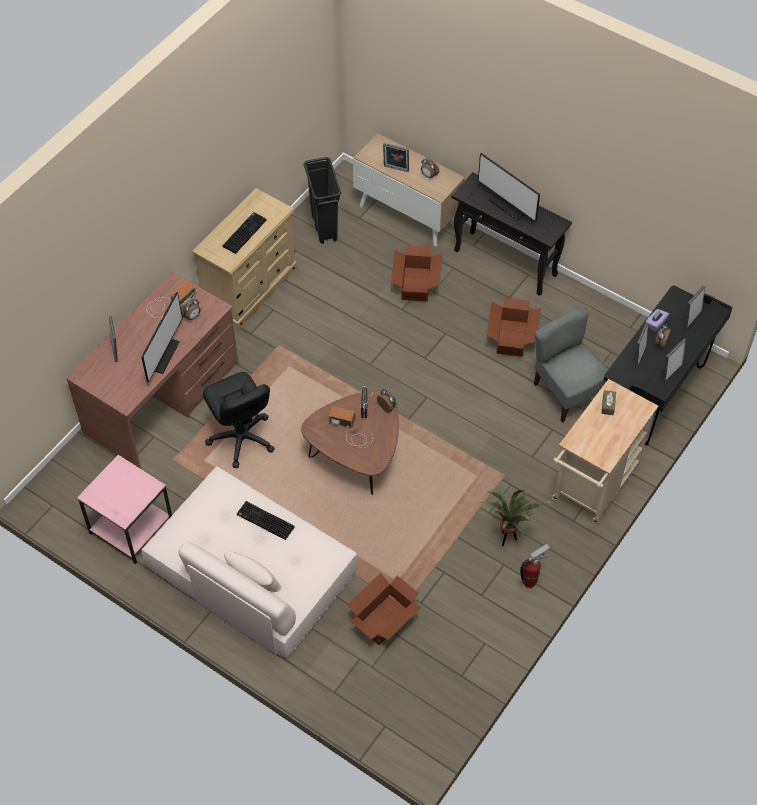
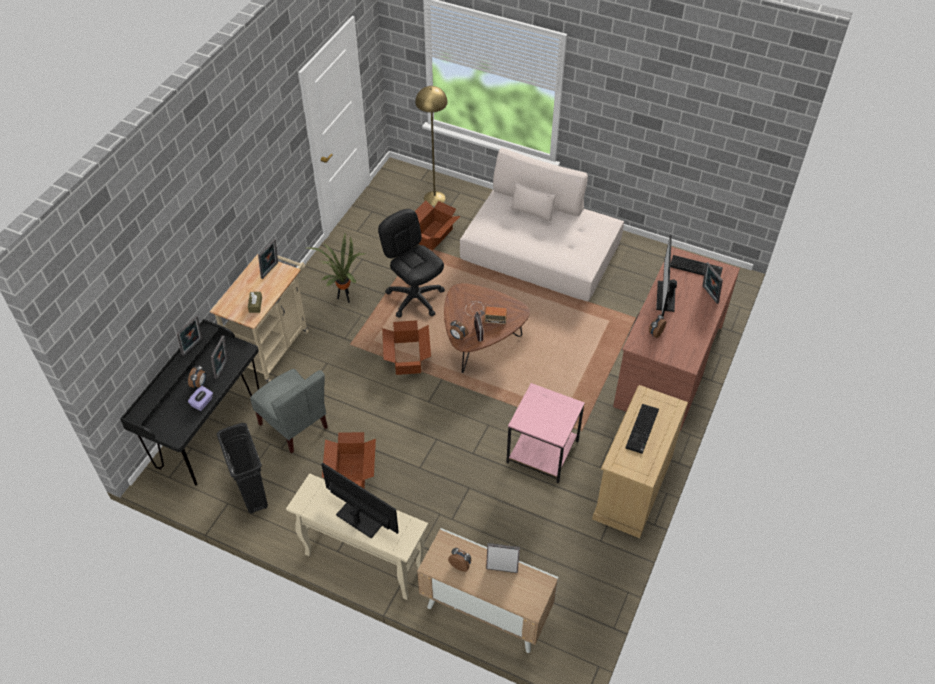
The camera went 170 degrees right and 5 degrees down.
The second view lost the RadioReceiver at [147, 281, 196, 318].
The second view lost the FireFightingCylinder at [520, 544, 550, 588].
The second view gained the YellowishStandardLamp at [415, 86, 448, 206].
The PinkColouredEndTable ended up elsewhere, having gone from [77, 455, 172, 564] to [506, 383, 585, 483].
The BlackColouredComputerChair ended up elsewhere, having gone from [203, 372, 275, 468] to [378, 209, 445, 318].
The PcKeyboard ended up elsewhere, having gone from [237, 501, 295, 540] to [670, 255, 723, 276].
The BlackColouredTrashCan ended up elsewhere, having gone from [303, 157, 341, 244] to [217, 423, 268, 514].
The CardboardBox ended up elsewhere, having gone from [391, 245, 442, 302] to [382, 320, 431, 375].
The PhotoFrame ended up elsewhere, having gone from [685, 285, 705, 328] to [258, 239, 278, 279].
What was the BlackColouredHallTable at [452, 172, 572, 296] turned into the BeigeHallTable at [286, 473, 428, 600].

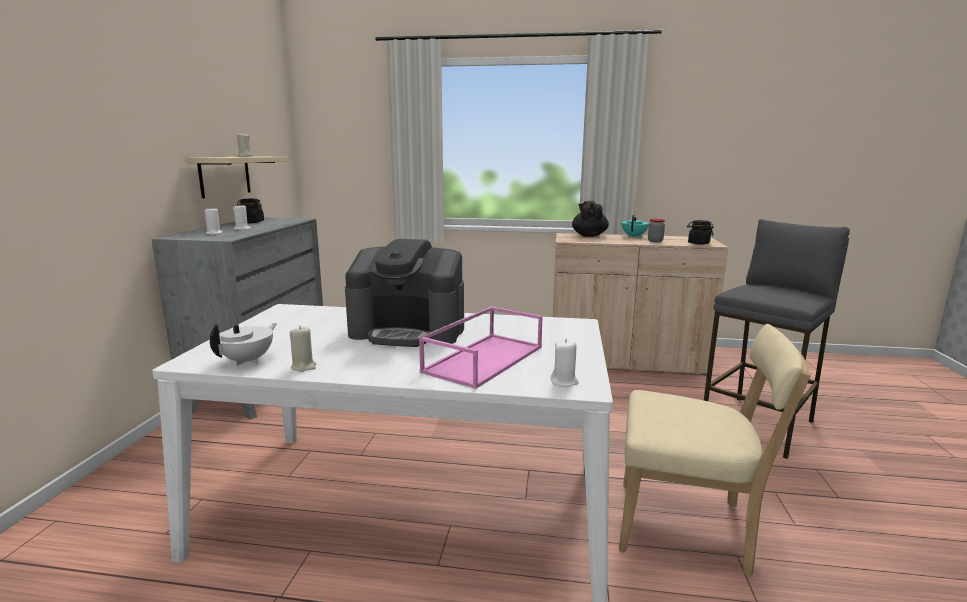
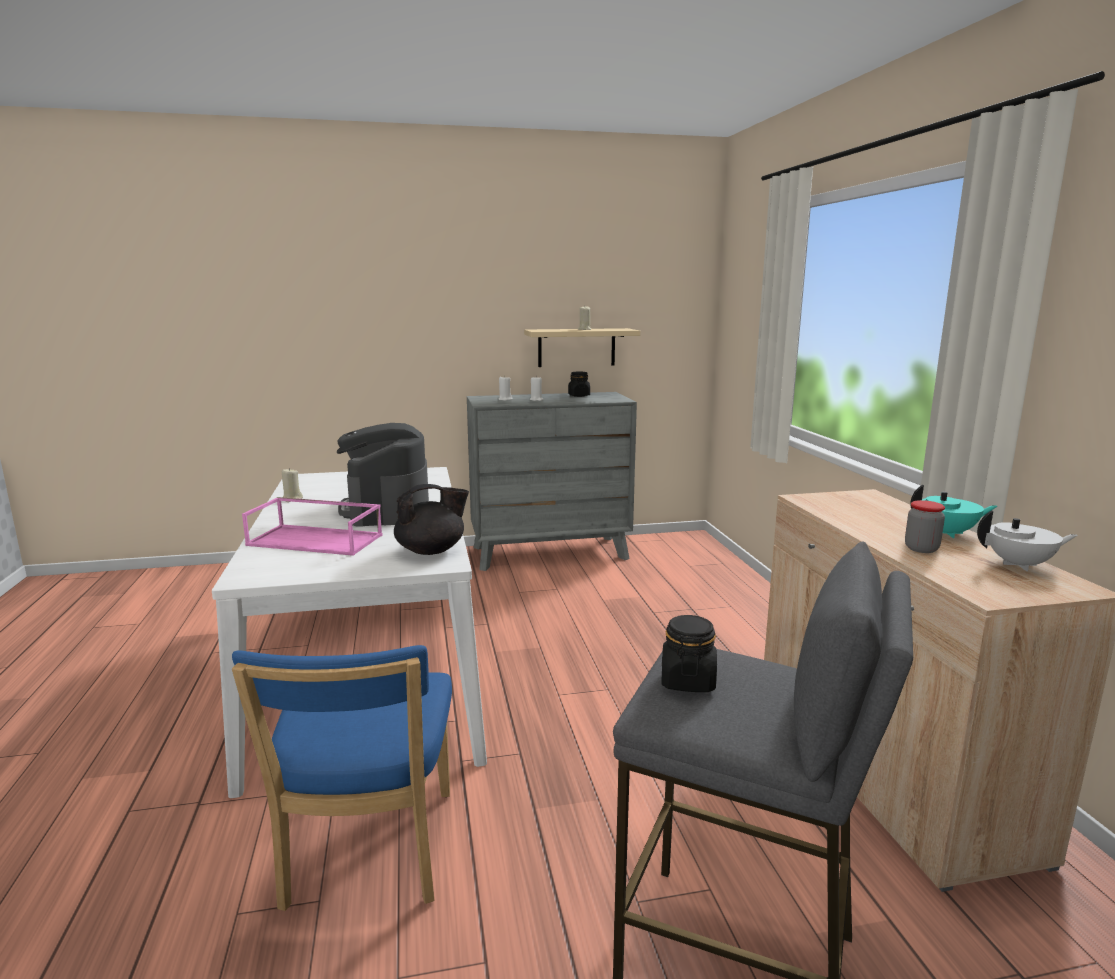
The camera went 70 degrees right and 0 degrees up.
The second view lost the WhiteColouredCandle at [551, 339, 579, 387].
The WhiteColouredTeaPot ended up elsewhere, having gone from [210, 323, 277, 366] to [977, 510, 1078, 571].
The BlackColouredTeaPot ended up elsewhere, having gone from [572, 201, 609, 237] to [394, 484, 469, 555].
The BlackColouredPreserveJar ended up elsewhere, having gone from [687, 220, 714, 245] to [661, 615, 717, 692].
What was the BeigeChair at [619, 324, 812, 576] turned into the BlueChair at [232, 645, 452, 911].

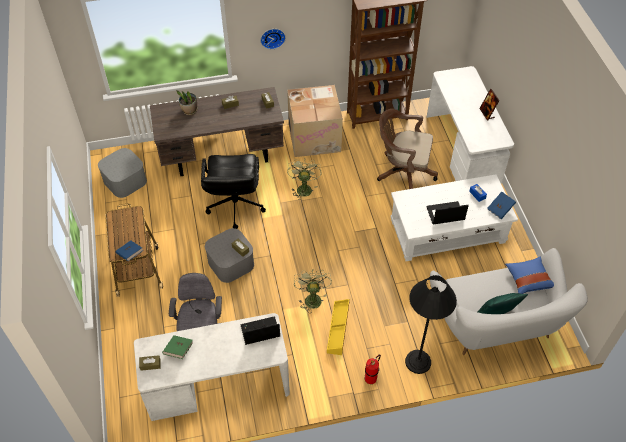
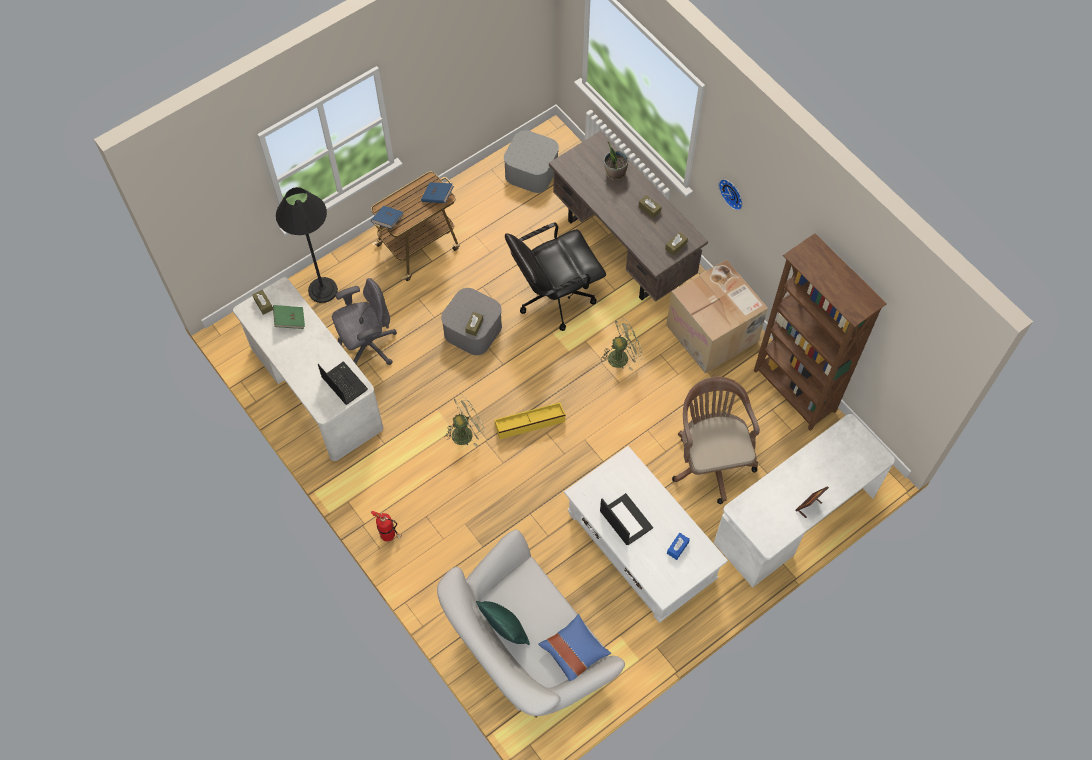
The camera went 65 degrees right and 10 degrees up.
The YellowishStorageBox ended up elsewhere, having gone from [327, 299, 350, 355] to [495, 402, 566, 439].
The BlackColouredStandardLamp ended up elsewhere, having gone from [405, 275, 457, 374] to [276, 187, 338, 303].
The BlueBook ended up elsewhere, having gone from [487, 192, 516, 219] to [421, 182, 454, 203].

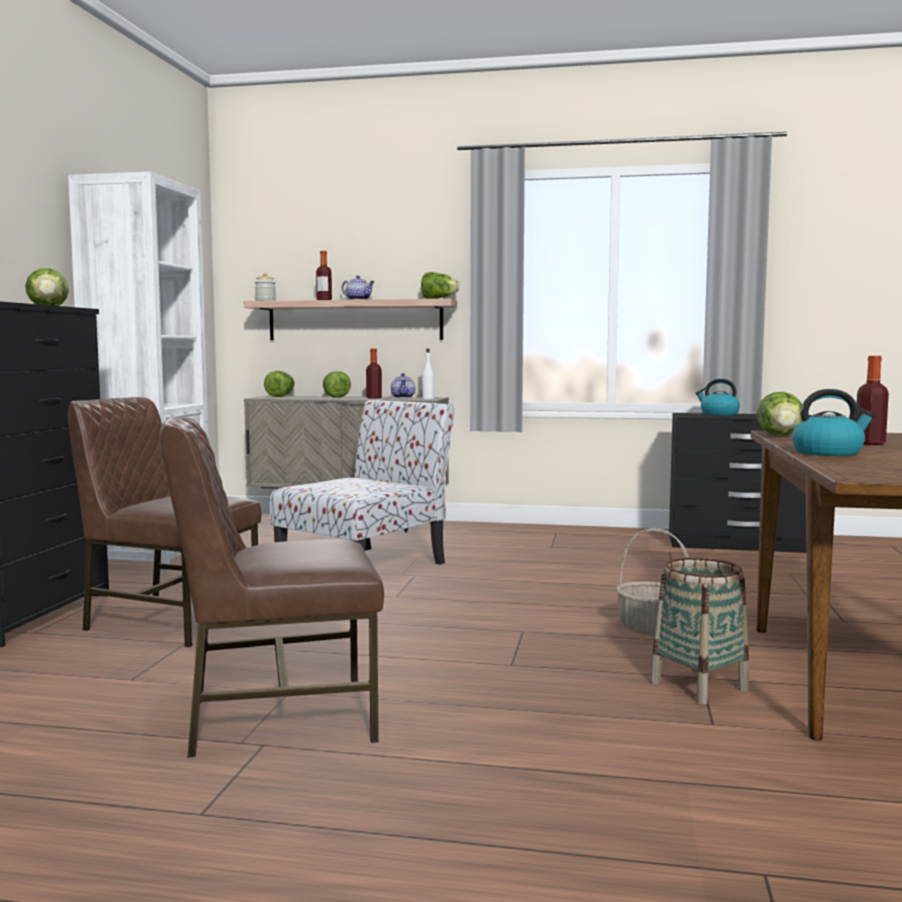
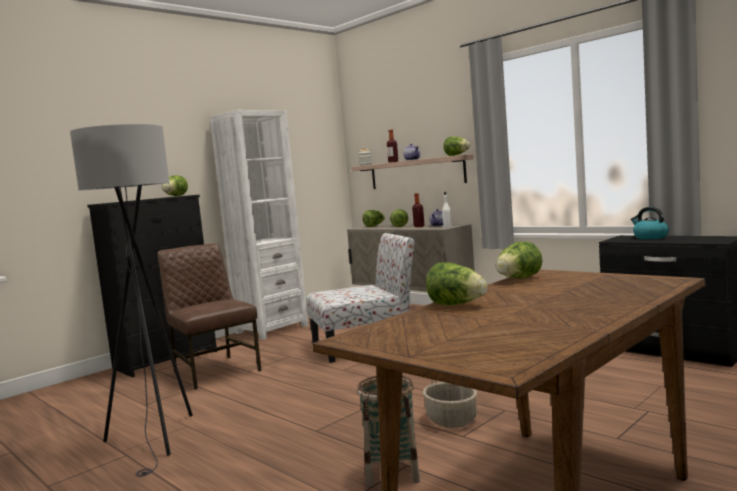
The camera went 35 degrees right and 0 degrees up.
The second view lost the DrinkBottle at [856, 356, 889, 445].
Where the BrownChair stood at [159, 416, 384, 758], the GreyishStandardLamp came to stand at [70, 124, 193, 476].
Where the TeaKettle stood at [792, 389, 875, 456], the HeadOfLettuce came to stand at [426, 262, 488, 306].

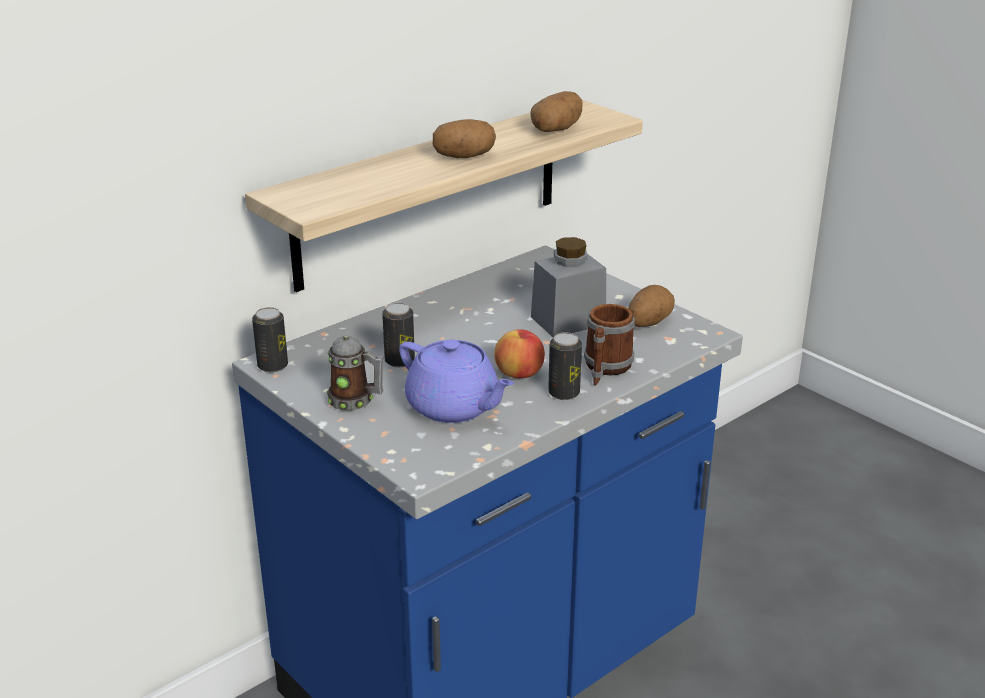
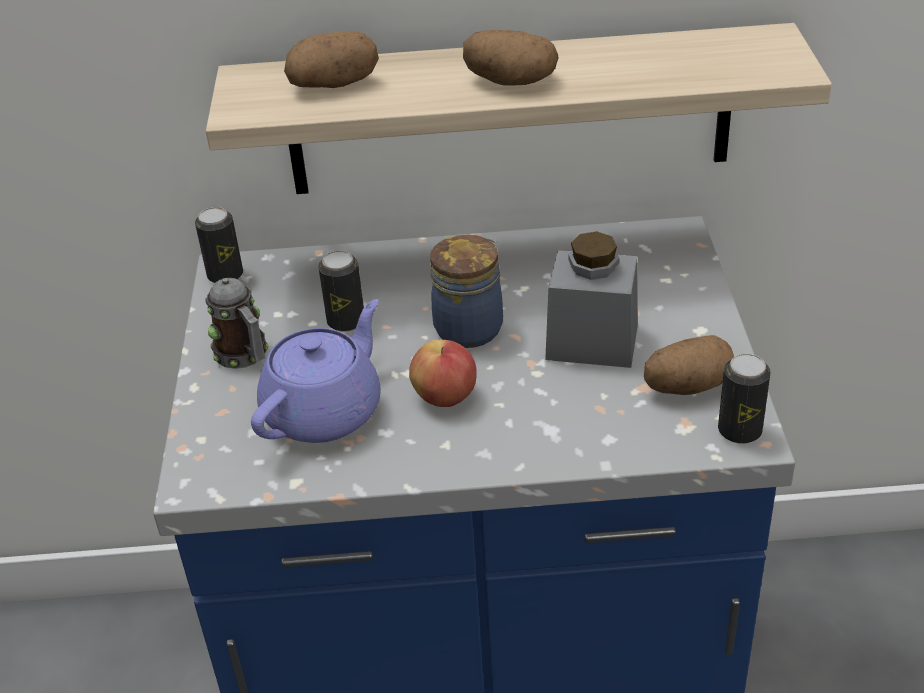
The camera went 40 degrees right and 10 degrees up.
The second view lost the Mug at [584, 304, 635, 386].
The second view gained the PreserveJar at [430, 235, 503, 348].
The Potato ended up elsewhere, having gone from [531, 91, 582, 132] to [284, 31, 379, 88].
The SealedCan ended up elsewhere, having gone from [548, 332, 582, 400] to [718, 354, 771, 444].
The PurplishTeaPot at [399, 340, 514, 423] ended up facing another way, 135 degrees counterclockwise from before.

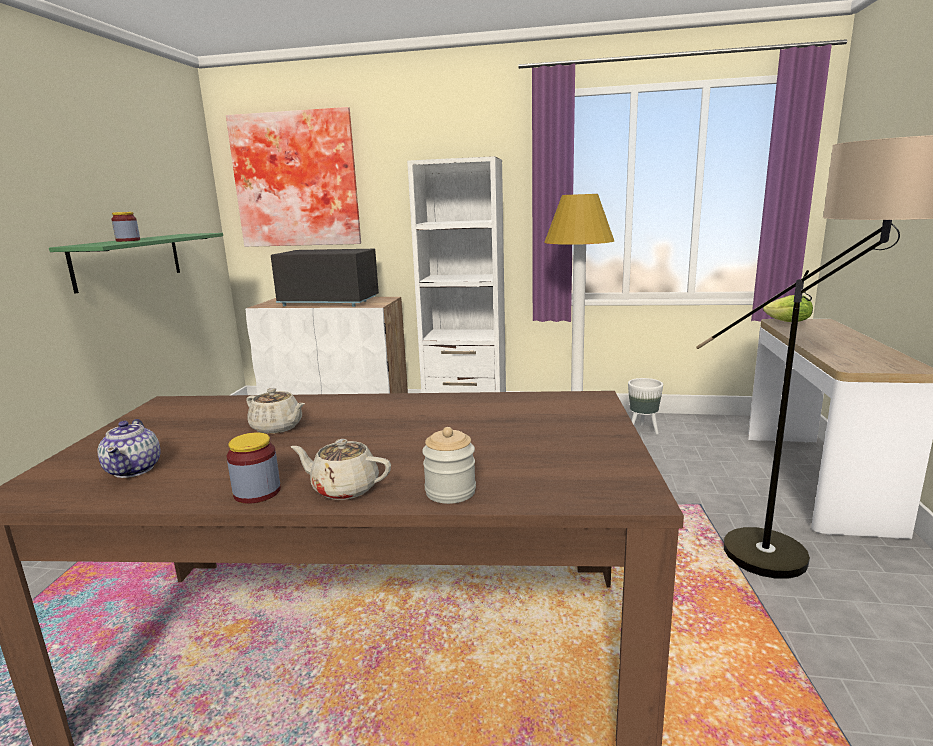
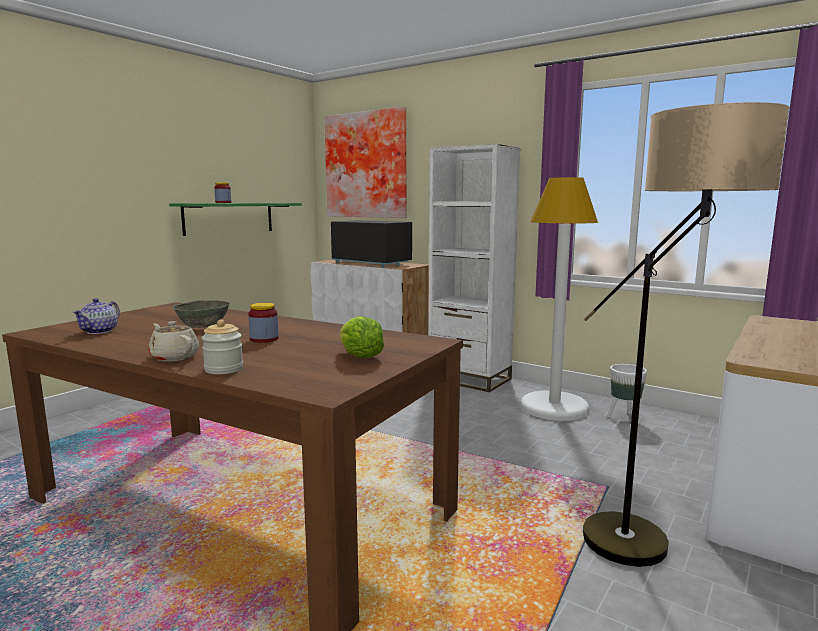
The camera went 25 degrees right and 5 degrees down.
The PreserveJar ended up elsewhere, having gone from [227, 432, 281, 504] to [248, 303, 279, 343].
The HeadOfLettuce ended up elsewhere, having gone from [763, 295, 813, 322] to [340, 316, 384, 358].
Where the BeigeTeaPot stood at [246, 388, 305, 434], the GreyishDeepDish came to stand at [172, 300, 231, 328].

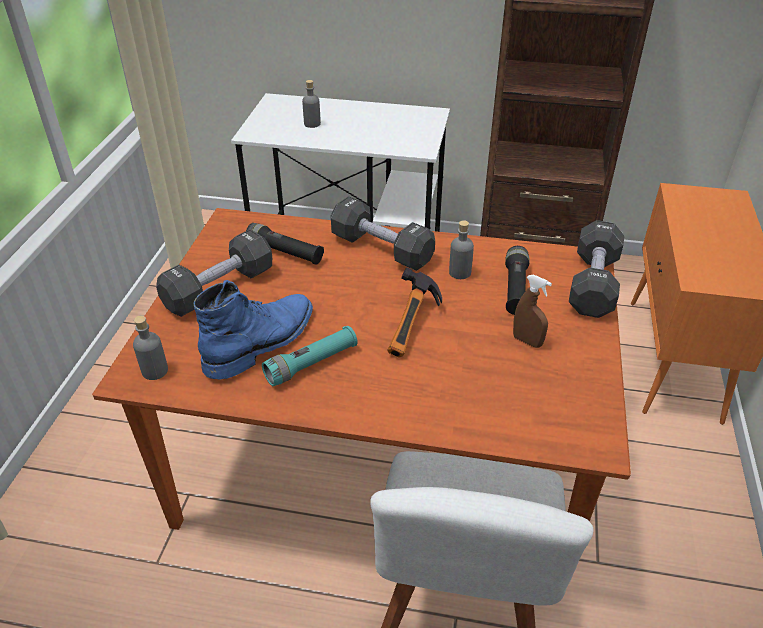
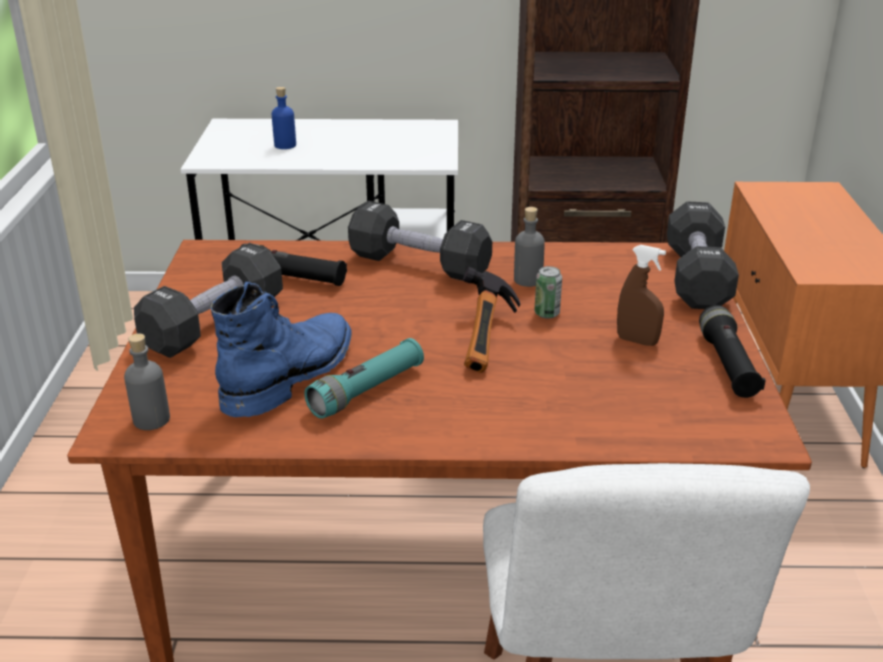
The camera went 10 degrees left and 10 degrees down.
The second view gained the SealedCan at [534, 266, 562, 319].
The BlackColouredTorch ended up elsewhere, having gone from [505, 246, 529, 315] to [699, 305, 766, 398].
What was the GreyishDrinkBottle at [302, 80, 321, 128] turned into the BlueDrinkBottle at [272, 87, 296, 149].

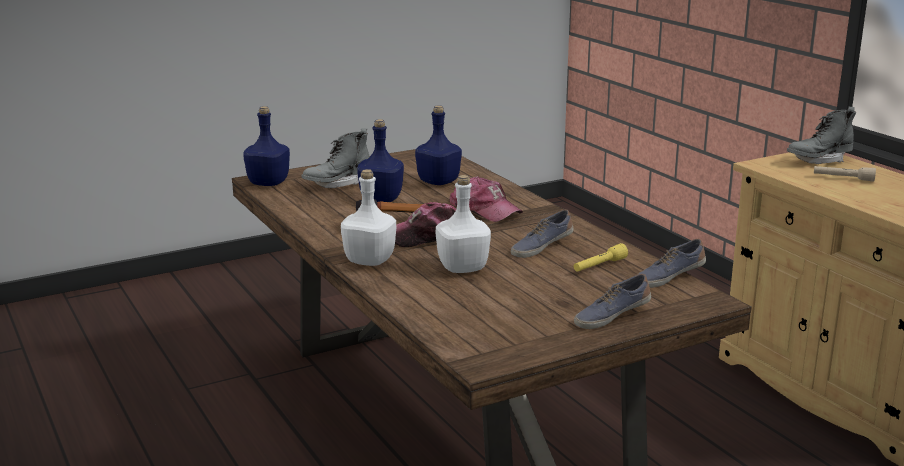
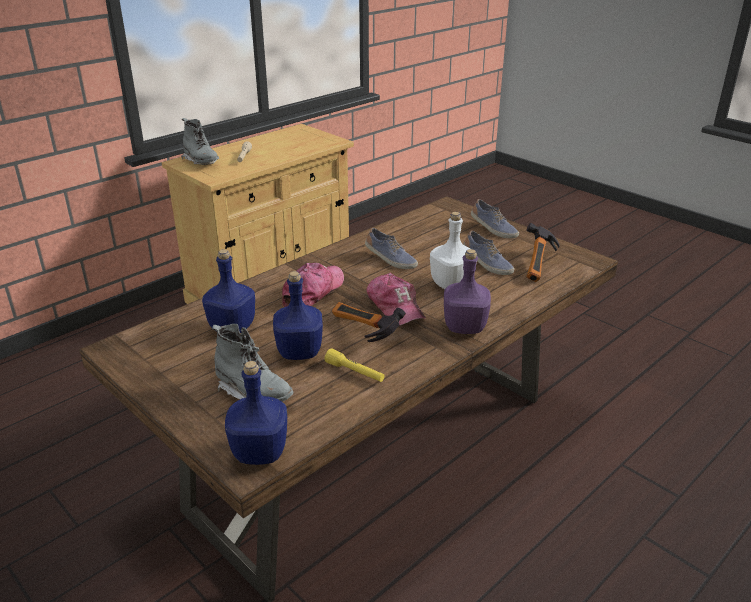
The camera went 105 degrees left and 10 degrees up.
The second view gained the Hammer at [526, 223, 560, 282].
The YellowishTorch ended up elsewhere, having gone from [574, 243, 628, 272] to [325, 348, 385, 382].
The ItemOfFootwear ended up elsewhere, having gone from [639, 238, 706, 288] to [463, 230, 515, 275].
What was the WhiteColouredDrinkBottle at [341, 169, 396, 266] turned into the PurplishDrinkBottle at [444, 249, 491, 334].

